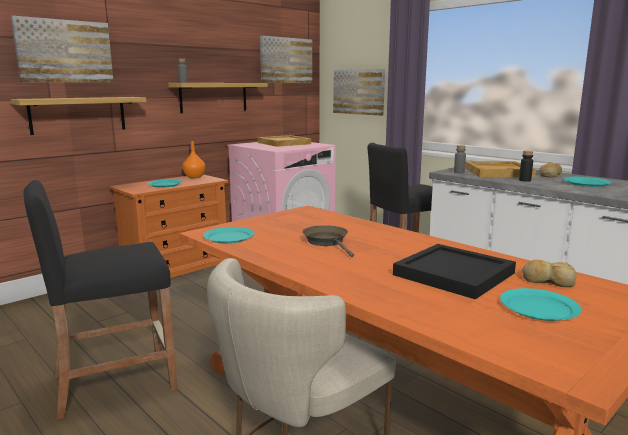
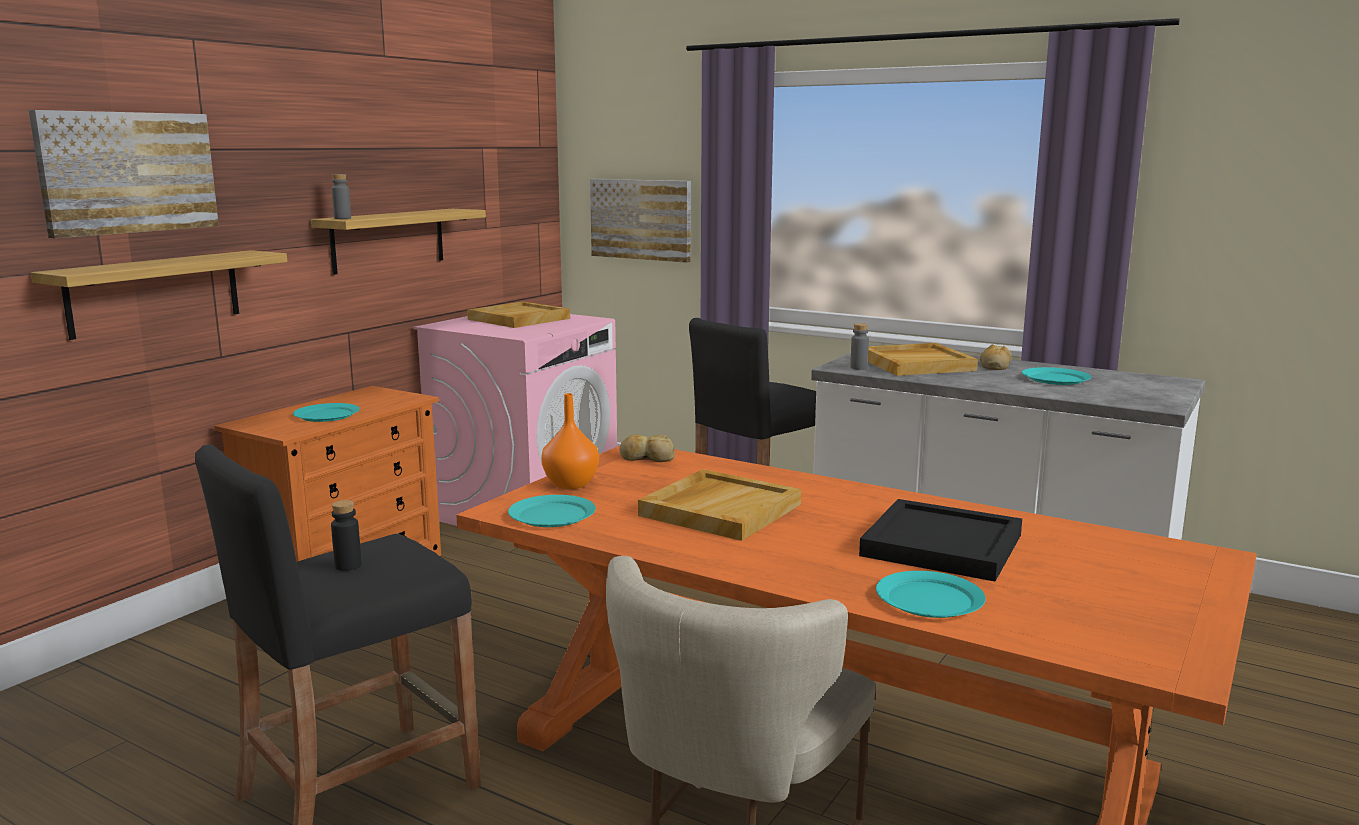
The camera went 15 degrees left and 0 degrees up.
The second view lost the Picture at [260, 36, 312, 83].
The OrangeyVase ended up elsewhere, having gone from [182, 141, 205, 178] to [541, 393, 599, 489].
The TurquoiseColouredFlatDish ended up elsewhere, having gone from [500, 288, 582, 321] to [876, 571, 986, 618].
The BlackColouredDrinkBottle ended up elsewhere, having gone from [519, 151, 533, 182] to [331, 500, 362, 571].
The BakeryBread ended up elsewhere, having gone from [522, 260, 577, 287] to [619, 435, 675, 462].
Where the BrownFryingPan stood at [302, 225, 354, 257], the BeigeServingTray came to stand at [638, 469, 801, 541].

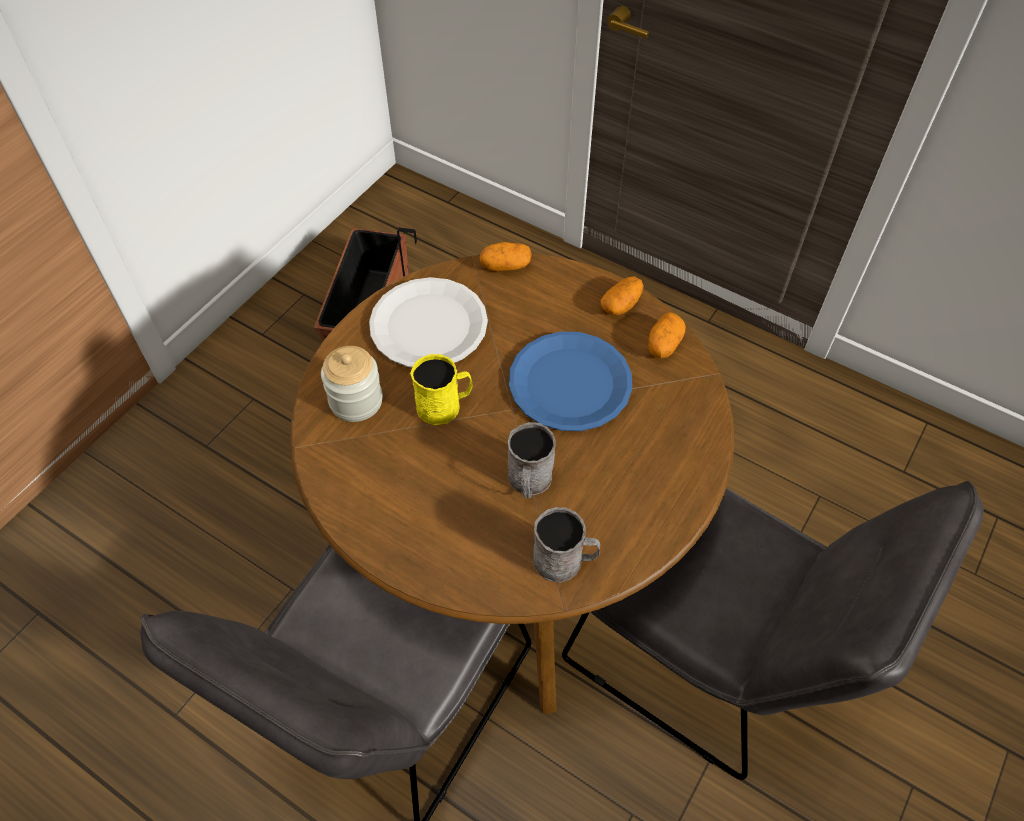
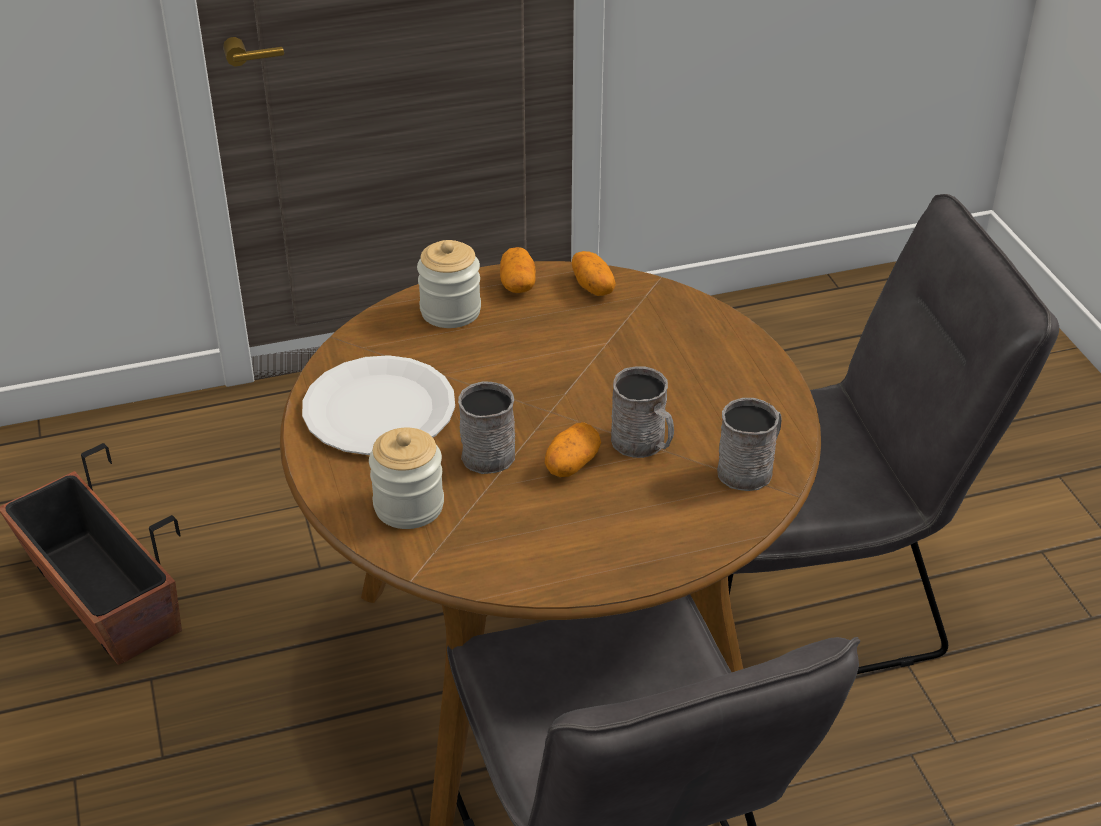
The camera went 50 degrees left and 15 degrees down.
The second view lost the BlueFlatDish at [509, 331, 632, 431].
The second view gained the PreserveJar at [417, 240, 481, 328].
The Potato ended up elsewhere, having gone from [480, 242, 532, 271] to [545, 422, 601, 477].
What was the YellowishMug at [410, 354, 473, 425] turned into the GreyishMug at [458, 382, 515, 474].

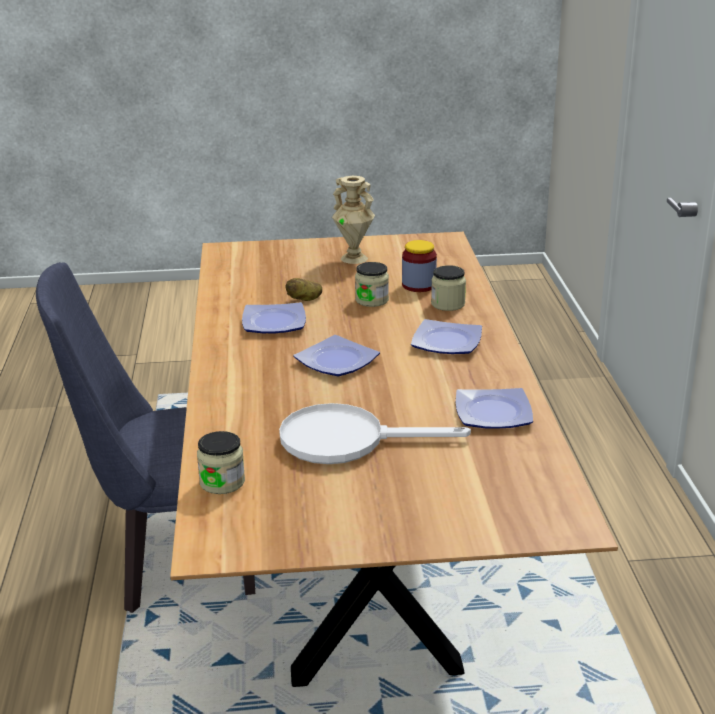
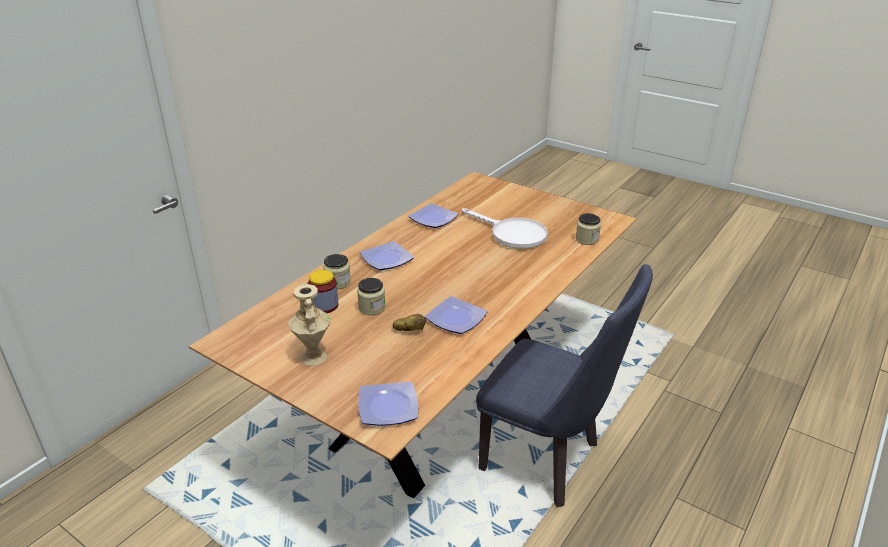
The camera went 140 degrees left and 5 degrees up.
The FlatDish ended up elsewhere, having gone from [294, 335, 380, 376] to [358, 382, 418, 426].

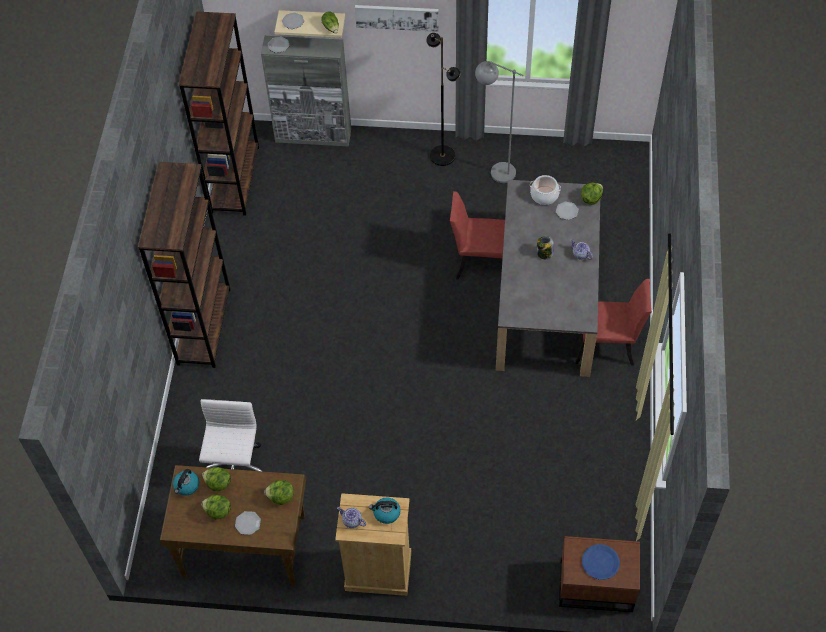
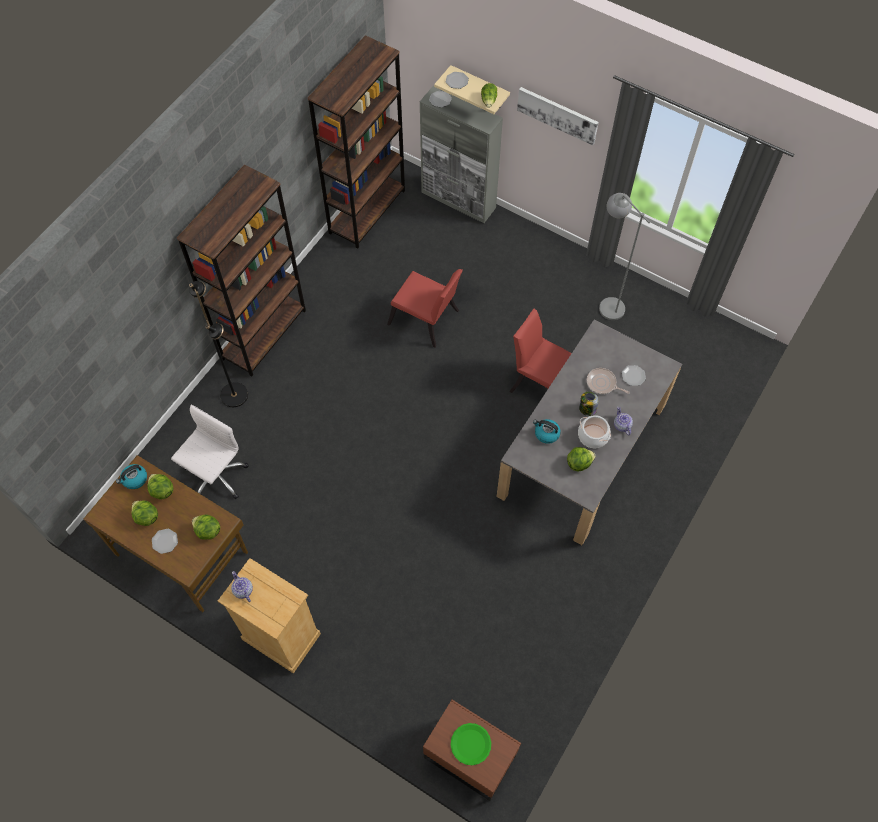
The camera went 25 degrees right and 5 degrees up.
The second view gained the FryingPan at [587, 368, 630, 394].
The TeaKettle ended up elsewhere, having gone from [369, 497, 401, 524] to [533, 419, 560, 444].
The BlackColouredStandardLamp ended up elsewhere, having gone from [426, 33, 461, 166] to [189, 281, 248, 407].
The Saucepot ended up elsewhere, having gone from [530, 175, 561, 205] to [578, 415, 611, 448].
The ReddishChair ended up elsewhere, having gone from [575, 279, 652, 365] to [387, 269, 463, 348].
The HeadOfLettuce ended up elsewhere, having gone from [581, 183, 603, 205] to [567, 447, 596, 471].
What was the BlueFlatDish at [582, 544, 620, 580] turned into the GreenFlatDish at [451, 723, 491, 765].

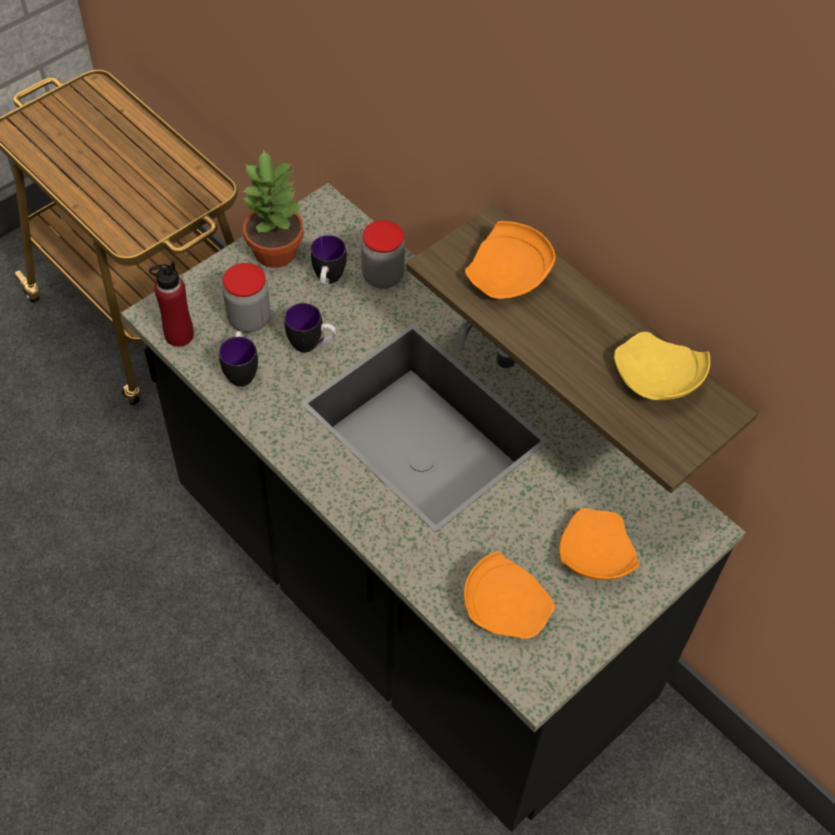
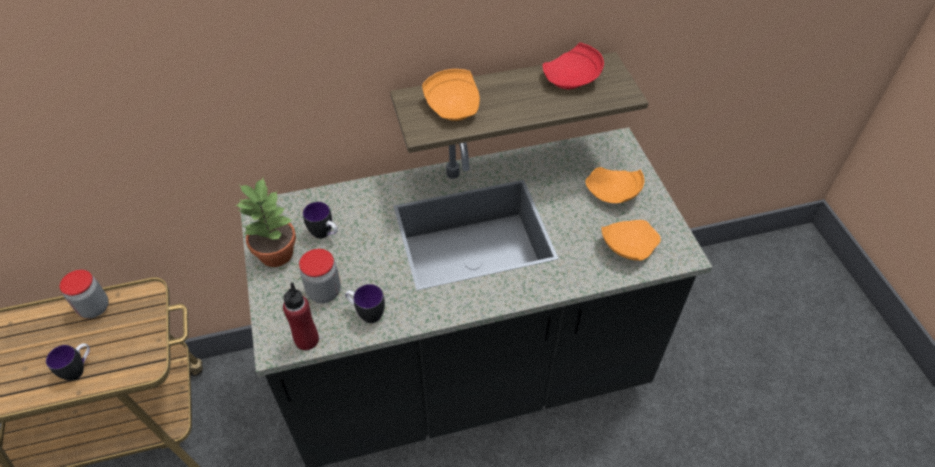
The camera went 60 degrees left and 5 degrees down.
The Mug ended up elsewhere, having gone from [285, 303, 336, 353] to [46, 343, 90, 381].
The PreserveJar ended up elsewhere, having gone from [361, 220, 405, 289] to [60, 269, 109, 318].
What was the YellowishFlatDish at [614, 332, 710, 400] turned into the ReddishFlatDish at [543, 43, 604, 89].

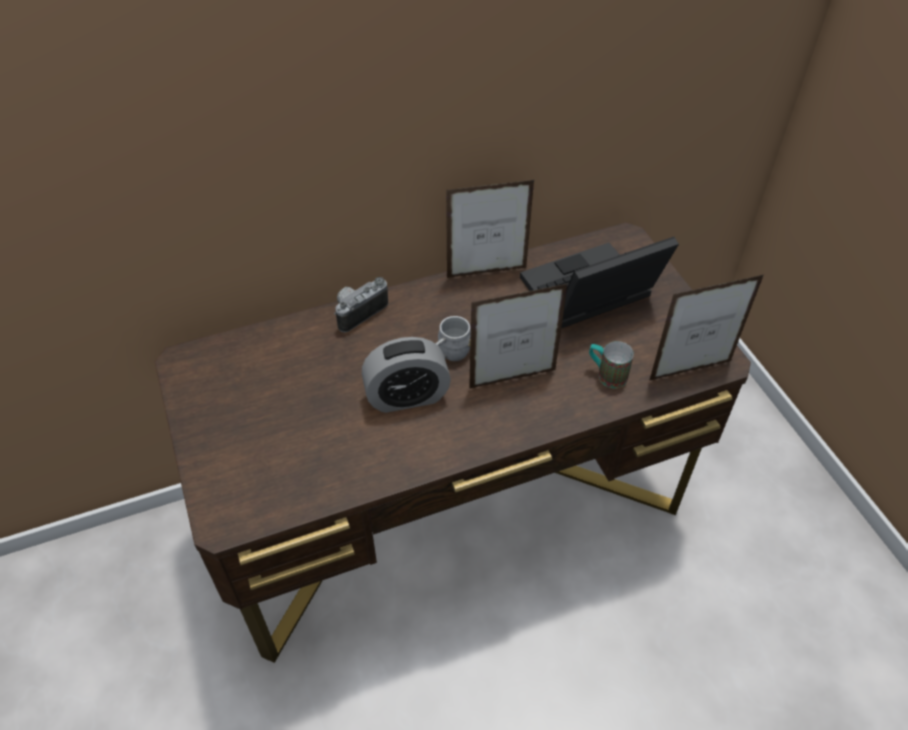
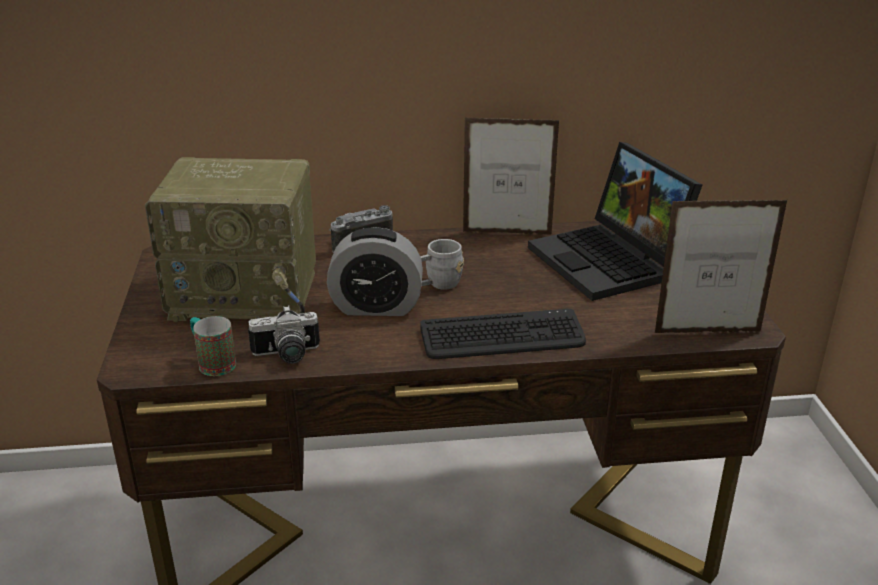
The camera went 15 degrees right and 20 degrees down.
The second view lost the PhotoFrame at [469, 283, 568, 389].
The second view gained the RadioReceiver at [145, 157, 316, 322].
The second view gained the StillCamera at [248, 305, 320, 364].
The second view gained the PcKeyboard at [420, 309, 586, 359].
The Mug ended up elsewhere, having gone from [589, 341, 634, 388] to [190, 316, 236, 376].
The Laptop at [520, 237, 679, 328] ended up facing another way, 105 degrees counterclockwise from before.

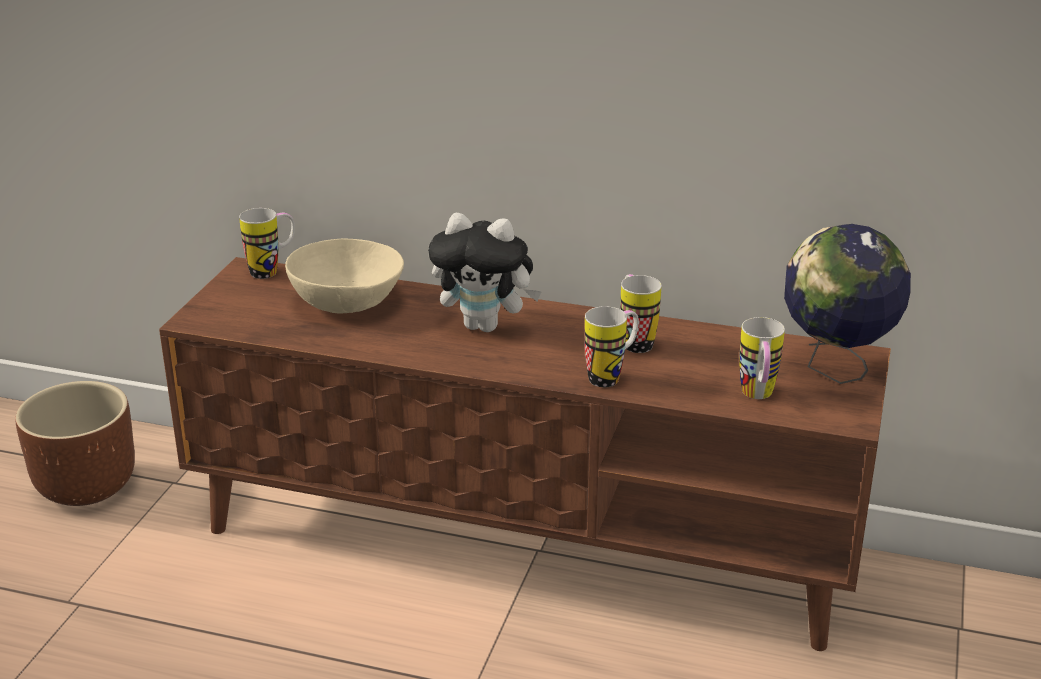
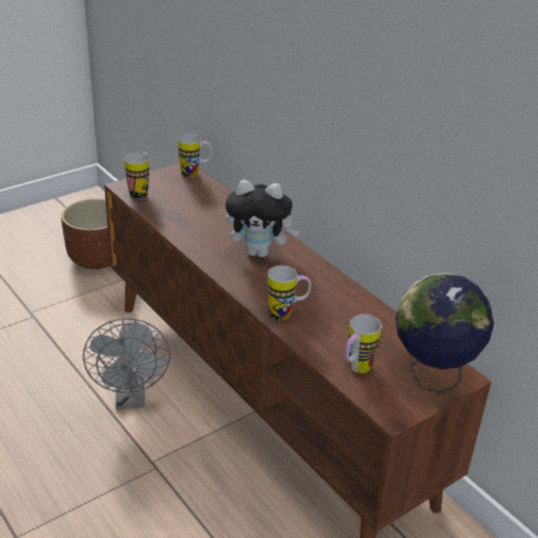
The camera went 35 degrees right and 5 degrees up.
The second view lost the BeigeDeepDish at [285, 239, 404, 313].
The second view gained the GreyishFan at [83, 318, 170, 409].
The Mug ended up elsewhere, having gone from [620, 274, 662, 353] to [125, 153, 150, 199].
The SoftToy at [428, 212, 542, 332] ended up facing another way, 45 degrees counterclockwise from before.

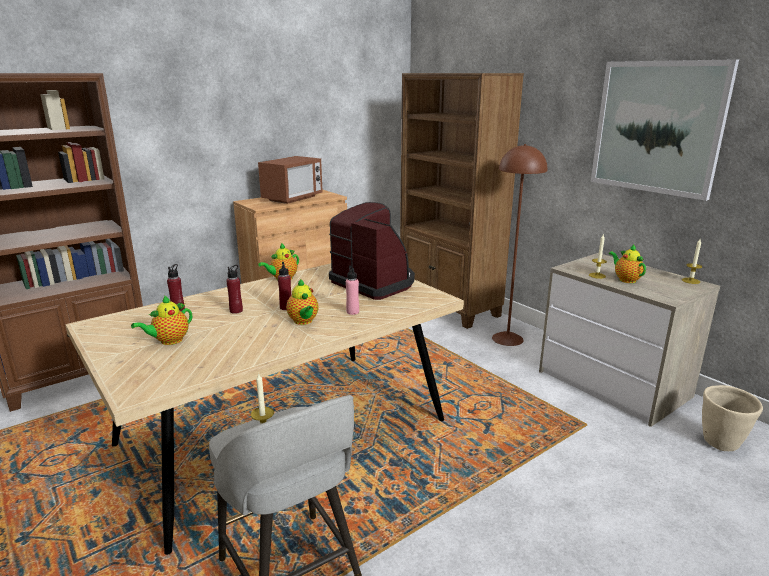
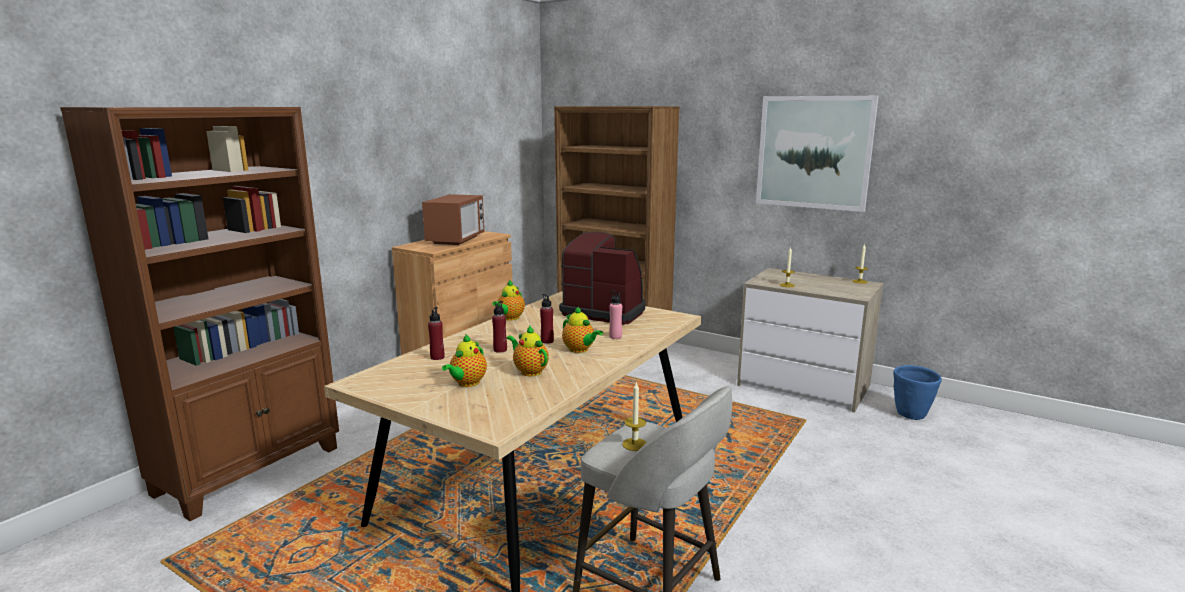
The camera went 20 degrees left and 5 degrees down.
The second view lost the BrownStandardLamp at [492, 144, 547, 346].
The TeaPot ended up elsewhere, having gone from [609, 244, 646, 283] to [506, 325, 549, 376].
What was the BeigePlanter at [702, 385, 763, 451] turned into the BluePlanter at [894, 365, 942, 420].

